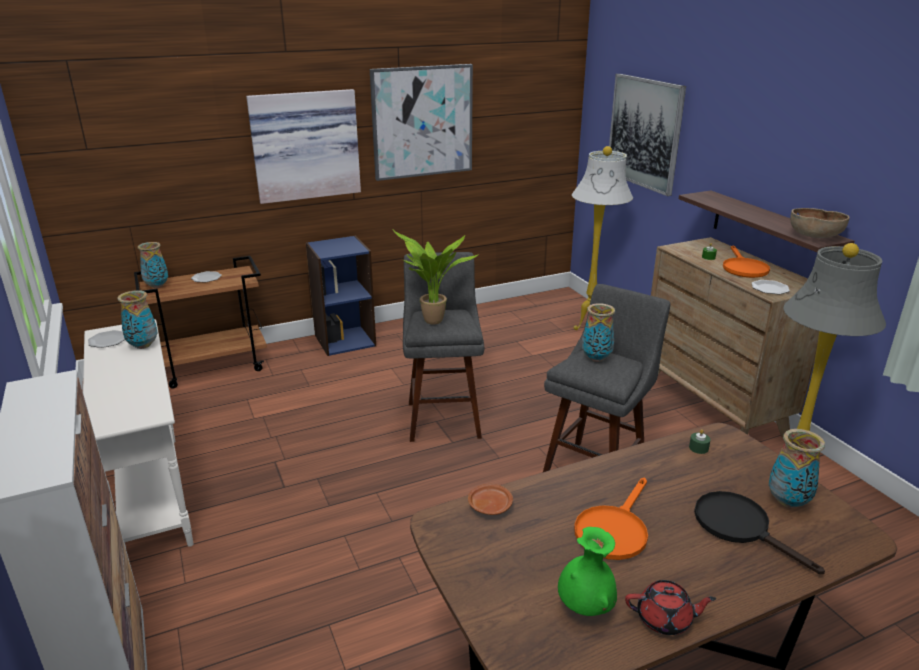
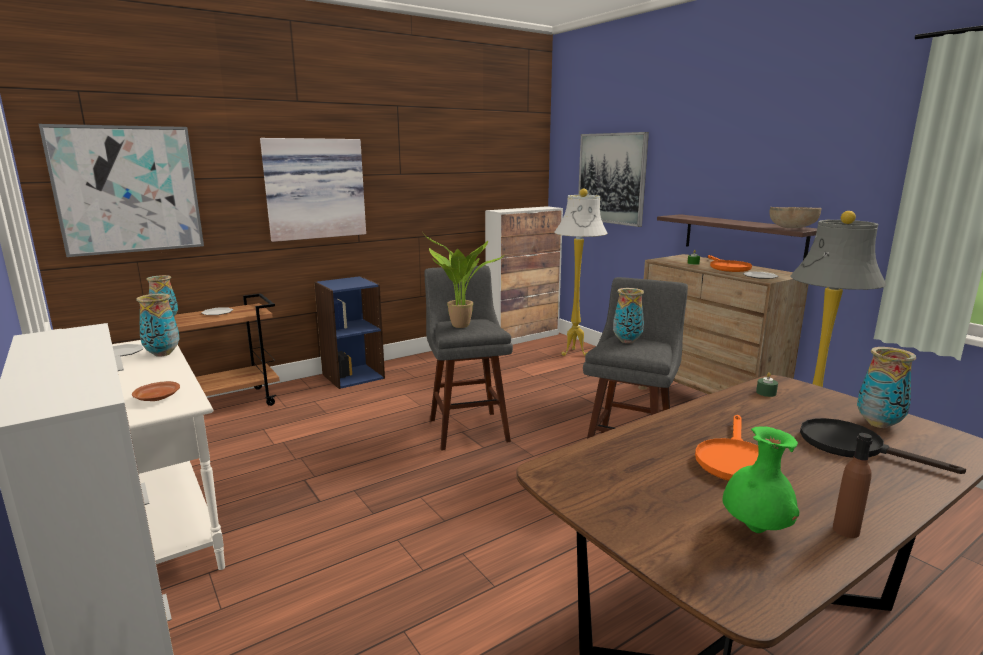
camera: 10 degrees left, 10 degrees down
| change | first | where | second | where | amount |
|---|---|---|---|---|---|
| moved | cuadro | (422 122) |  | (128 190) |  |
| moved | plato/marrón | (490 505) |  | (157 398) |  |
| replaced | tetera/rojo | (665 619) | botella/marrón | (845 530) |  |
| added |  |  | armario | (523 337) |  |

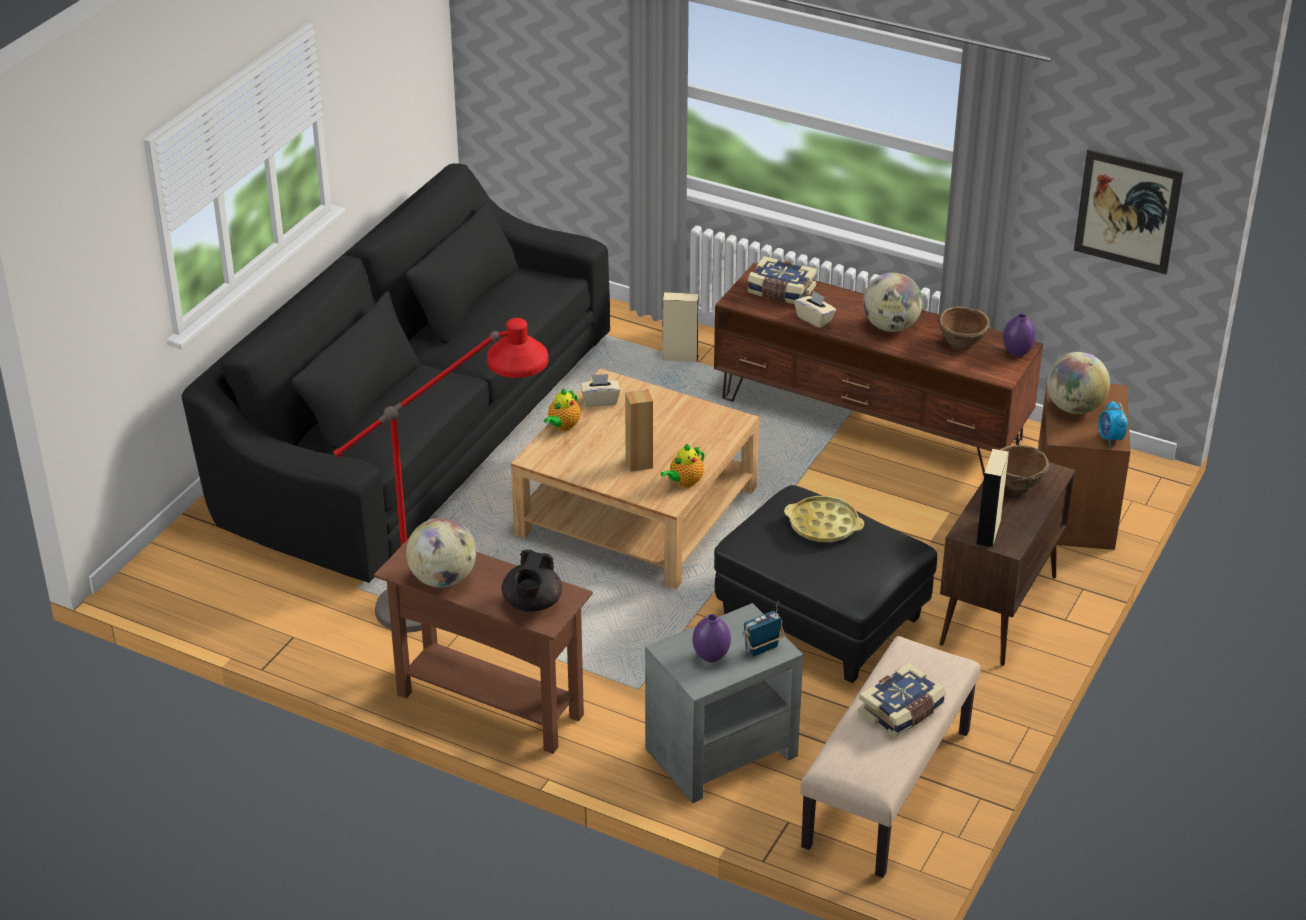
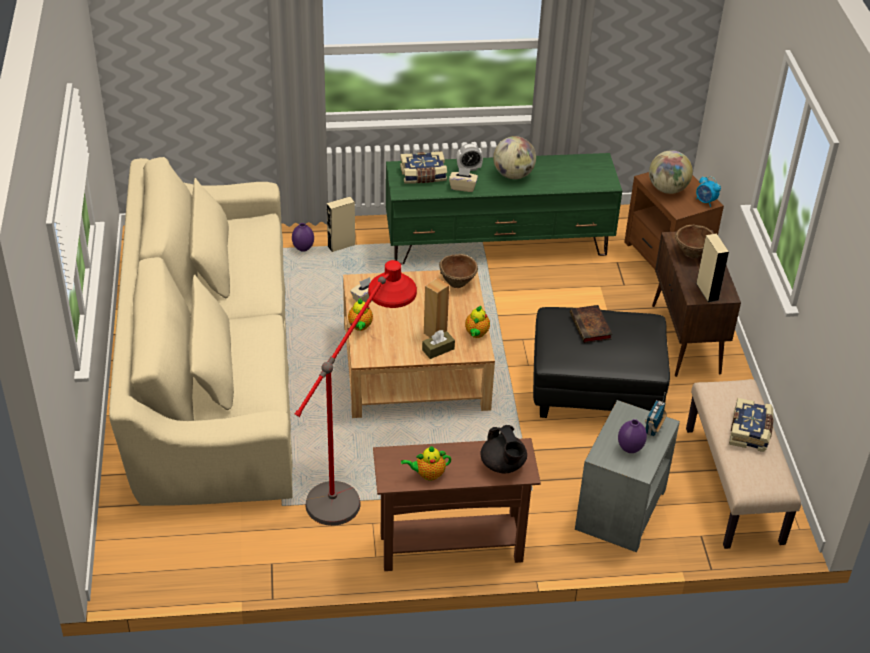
camera: 35 degrees left, 5 degrees up
| change | first | where | second | where | amount |
|---|---|---|---|---|---|
| recoloured | sofá/negro | (417 428) | sofá/beis | (211 368) |  |
| replaced | globo terráqueo | (443 579) | tetera | (428 474) |  |
| recoloured | mueble de televisión/marrón | (871 420) | mueble de televisión/verde | (499 243) |  |
| replaced | bandeja/amarillo | (823 525) | libro | (591 327) |  |
| moved | cuenco/marrón | (962 343) |  | (458 281) |  |
| moved | florero/morado | (1017 352) |  | (303 248) |  |
| removed | cuadro | (1127 211) |  |  |  |
| added |  |  | caja de pañuelos/marrón | (438 349) |  |
| added |  |  | despertador | (469 168) |  |

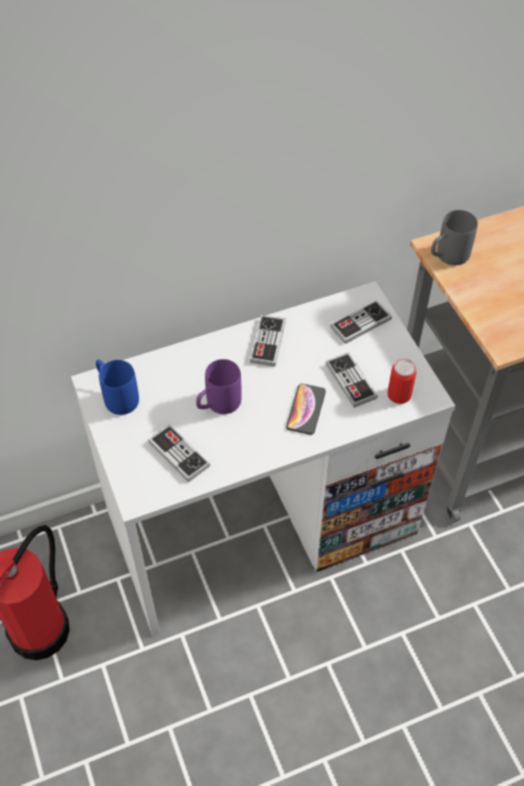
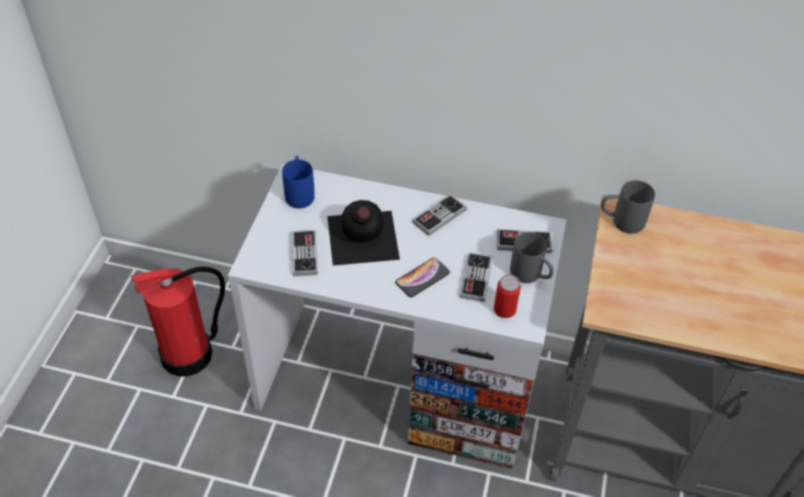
camera: 35 degrees right, 5 degrees down
| change | first | where | second | where | amount |
|---|---|---|---|---|---|
| replaced | taza grande/morado | (217 405) | botella/negro | (361 238) |  |
| added |  |  | taza grande/gris | (531 276) |  |

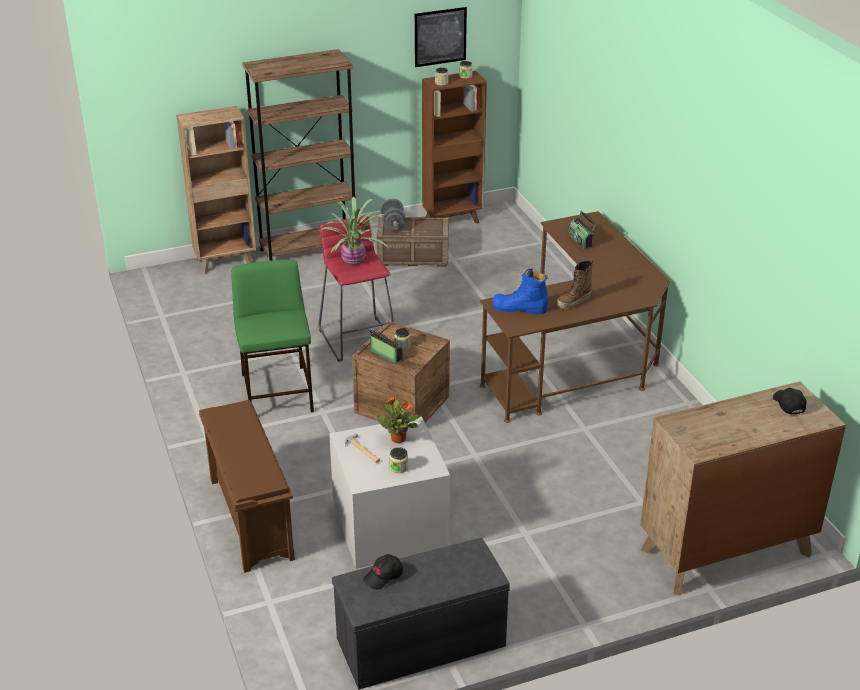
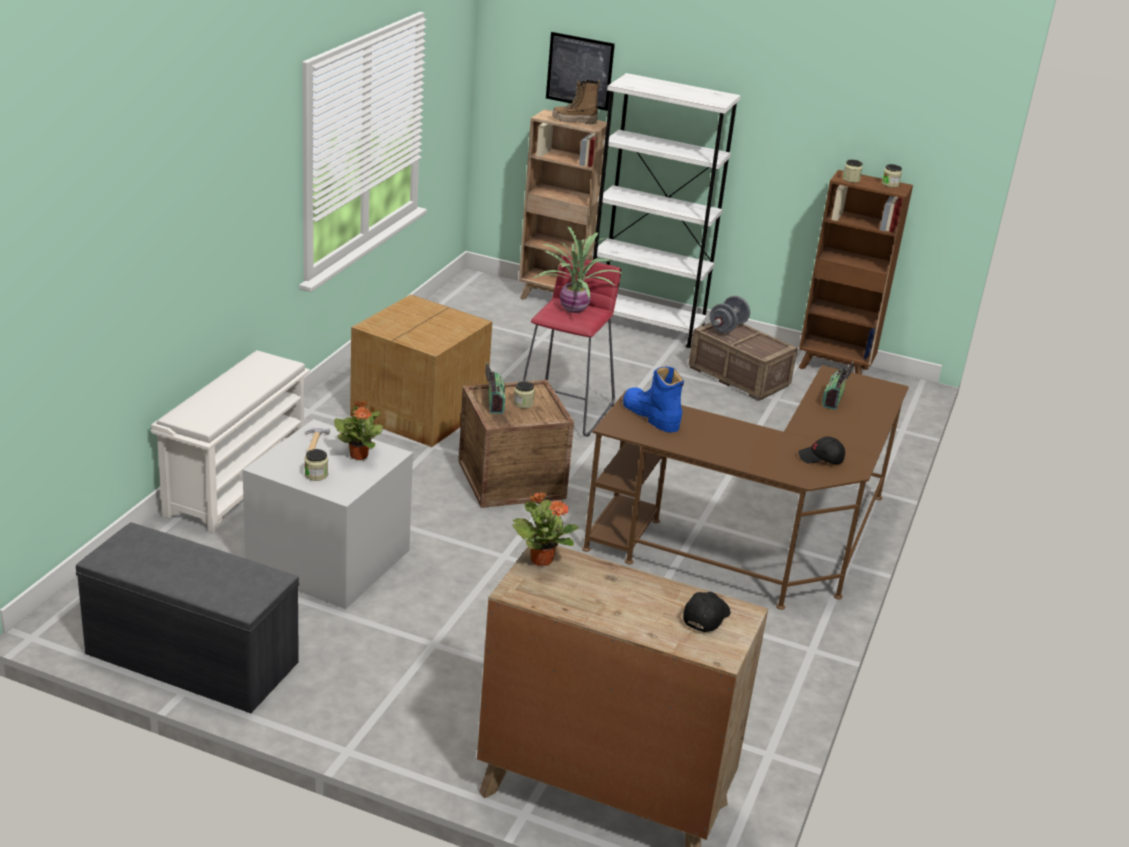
camera: 40 degrees right, 5 degrees down
| change | first | where | second | where | amount |
|---|---|---|---|---|---|
| recoloured | zapatero/marrón | (249 517) | zapatero/blanco | (236 482) |  |
| replaced | taburete/verde | (277 393) | caja de cartón | (421 412) |  |
| recoloured | estantería/marrón | (308 250) | estantería/blanco | (645 325) |  |
| moved | gorra/negro | (383 577) |  | (821 458) |  |
| moved | cuadro | (440 37) |  | (579 71) |  |
| moved | bota | (574 302) |  | (574 121) |  |
| added |  |  | planta en maceta | (541 559) |  |

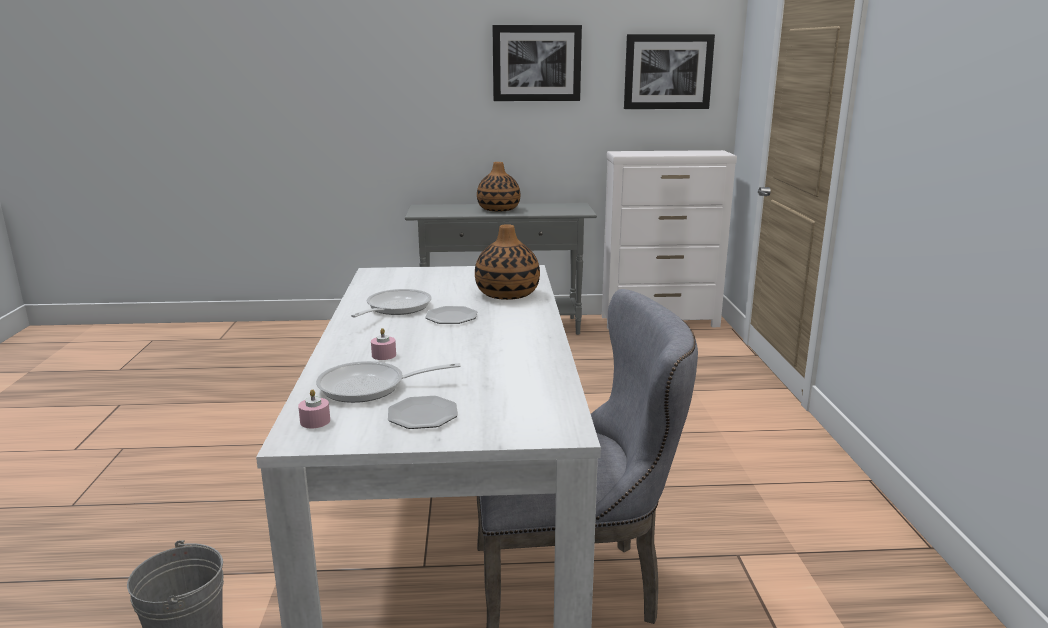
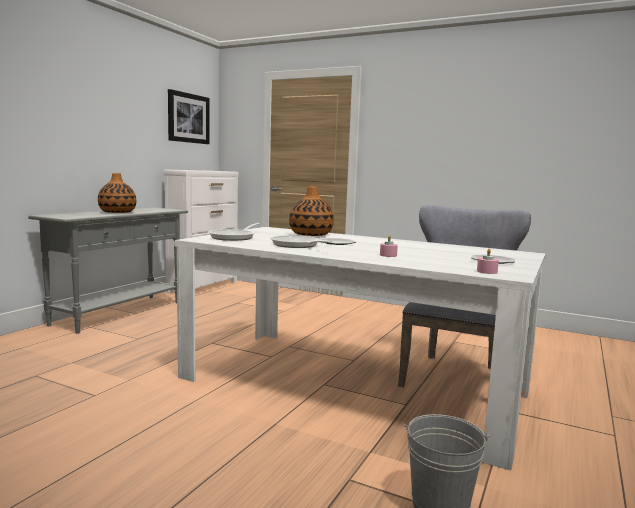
camera: 60 degrees left, 10 degrees down
| change | first | where | second | where | amount |
|---|---|---|---|---|---|
| moved | sartén | (370 387) |  | (235 237) |  |
| removed | cuadro | (536 63) |  |  |  |

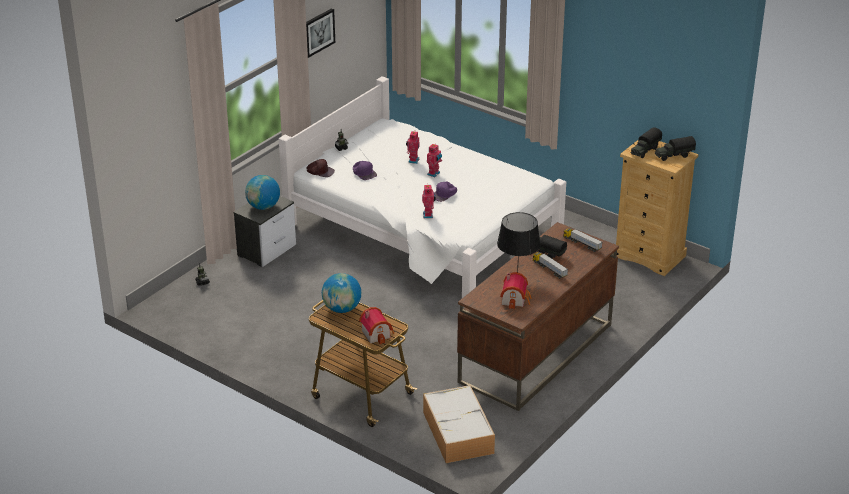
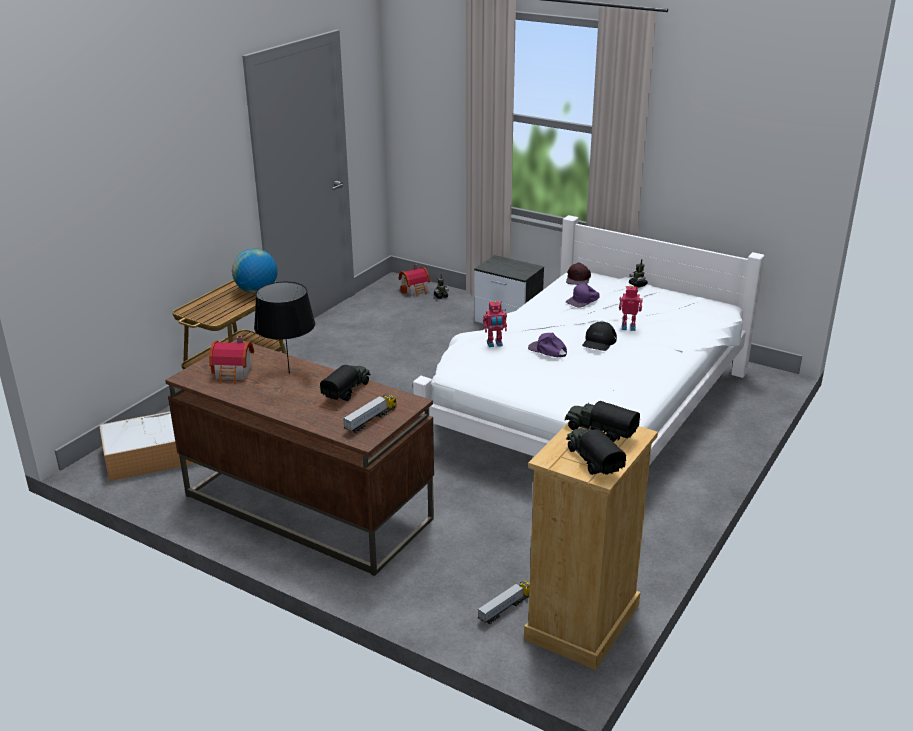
camera: 85 degrees right, 5 degrees down
| change | first | where | second | where | amount |
|---|---|---|---|---|---|
| removed | globo terráqueo | (263 207) |  |  |  |
| removed | cuadro | (318 32) |  |  |  |
| moved | casita | (377 333) |  | (416 290) |  |
| replaced | robot de juguete | (434 174) | gorra/negro | (599 341) |  |
| moved | camión de juguete | (549 269) |  | (506 608) |  |

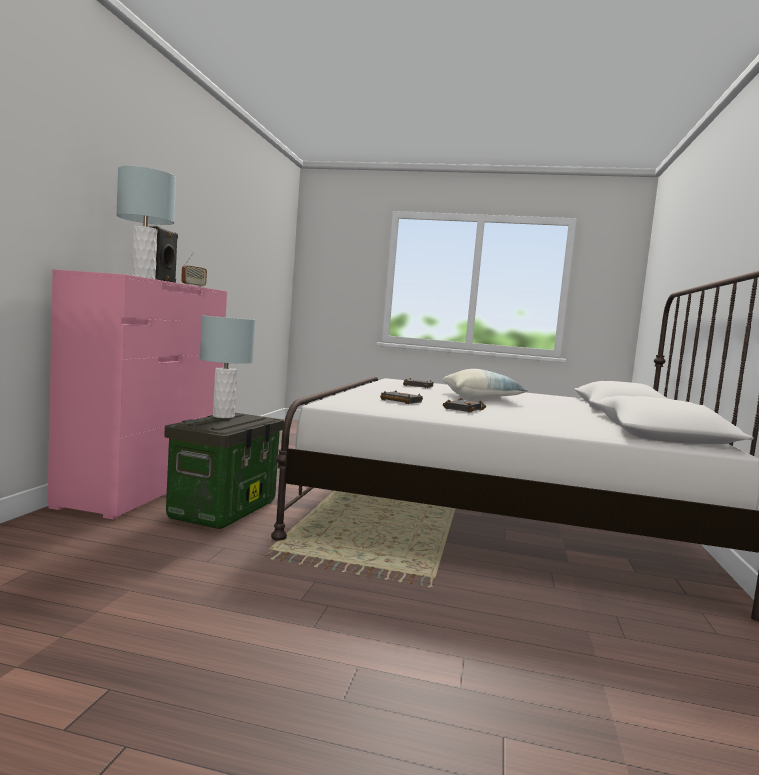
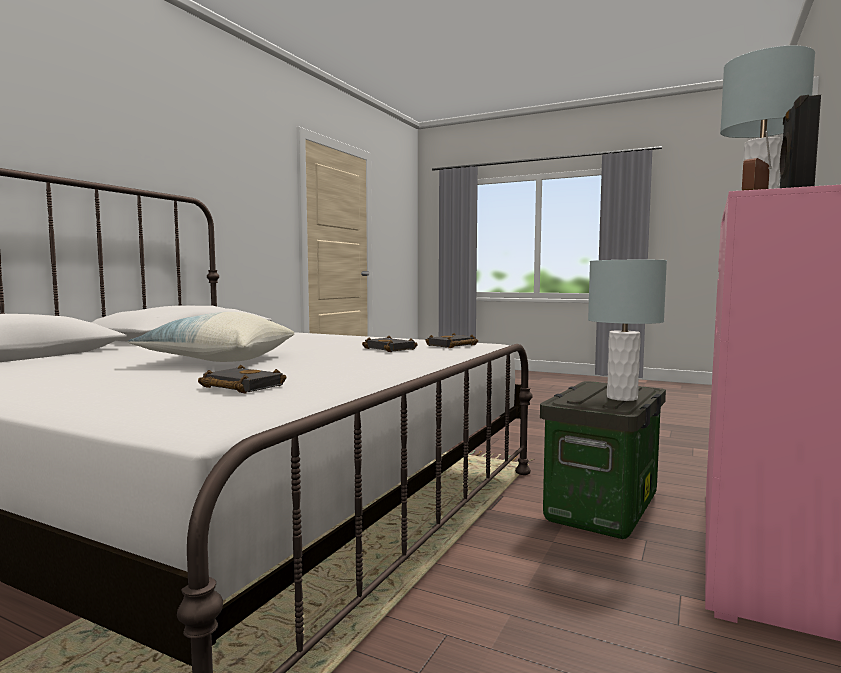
camera: 165 degrees left, 0 degrees up
| change | first | where | second | where | amount |
|---|---|---|---|---|---|
| moved | libro/negro | (463 409) |  | (452 345) |  |

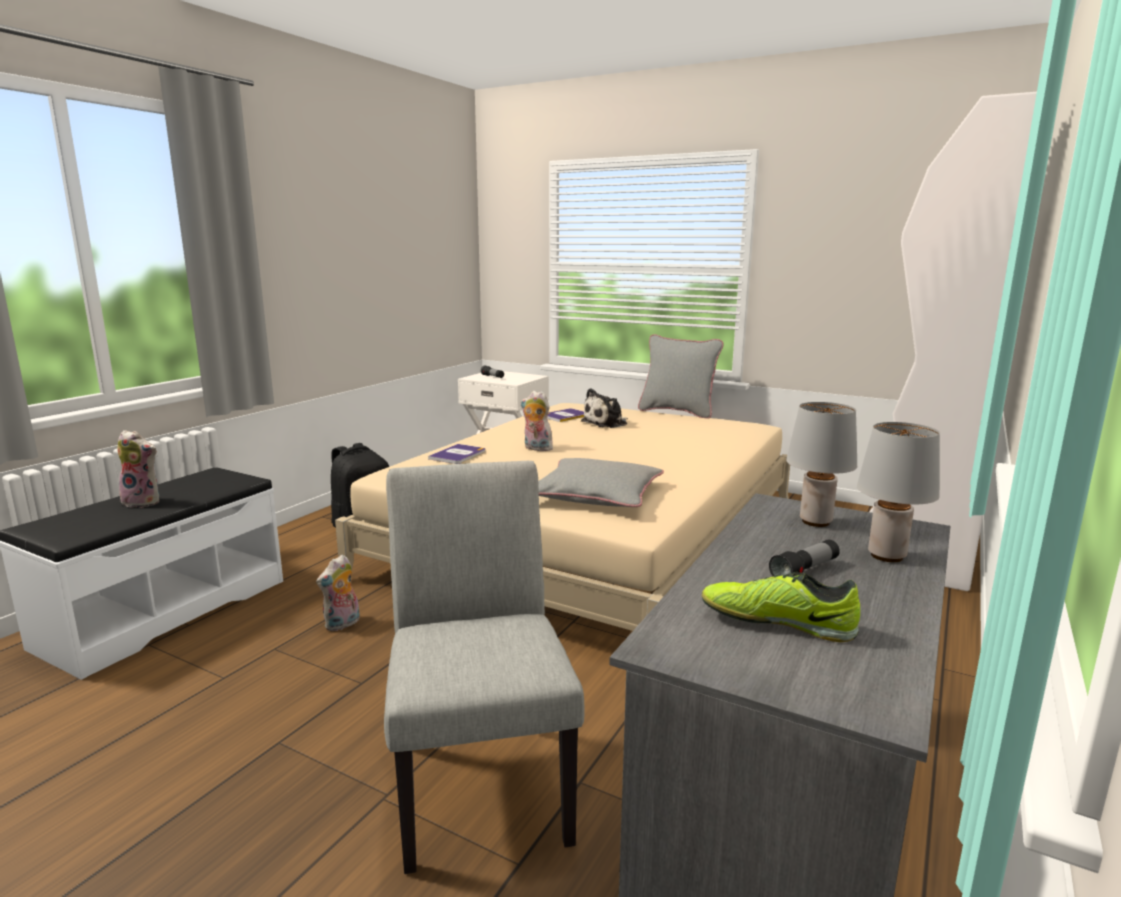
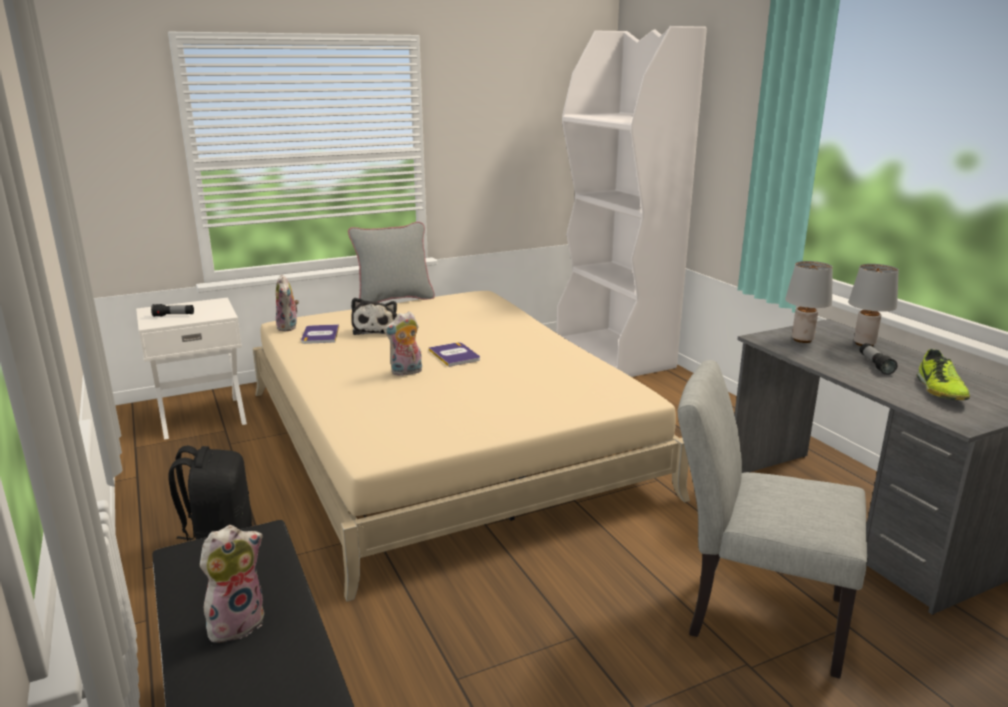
camera: 55 degrees left, 5 degrees up
| change | first | where | second | where | amount |
|---|---|---|---|---|---|
| moved | peluche | (342 624) |  | (289 327) |  |
| moved | libro | (458 455) |  | (454 355) |  |
| removed | cojín/gris | (596 494) |  |  |  |
| turned | zapato | (777 622) |  | (939 391) | 45 degrees counterclockwise |

